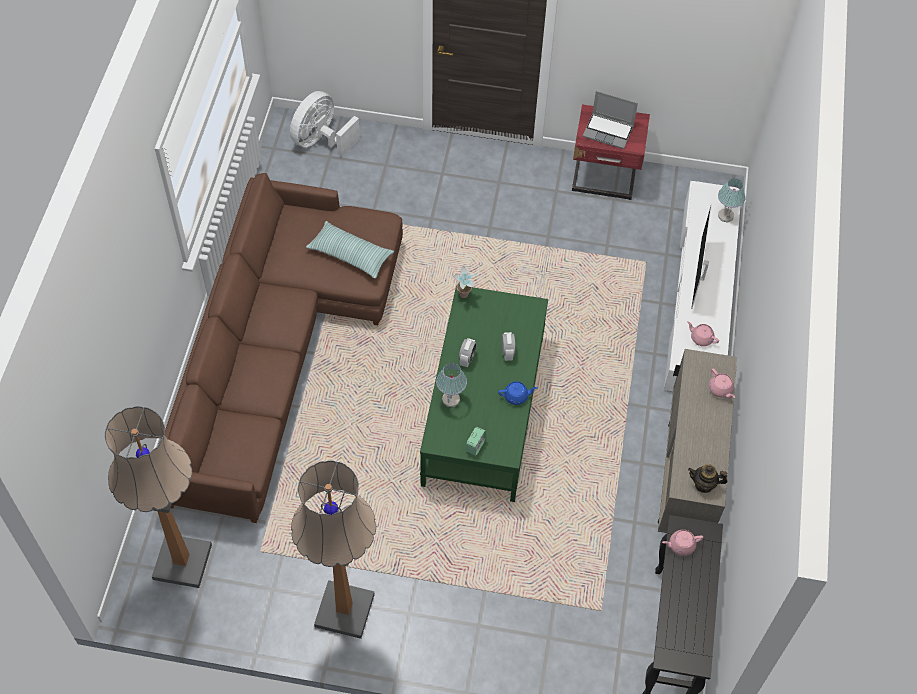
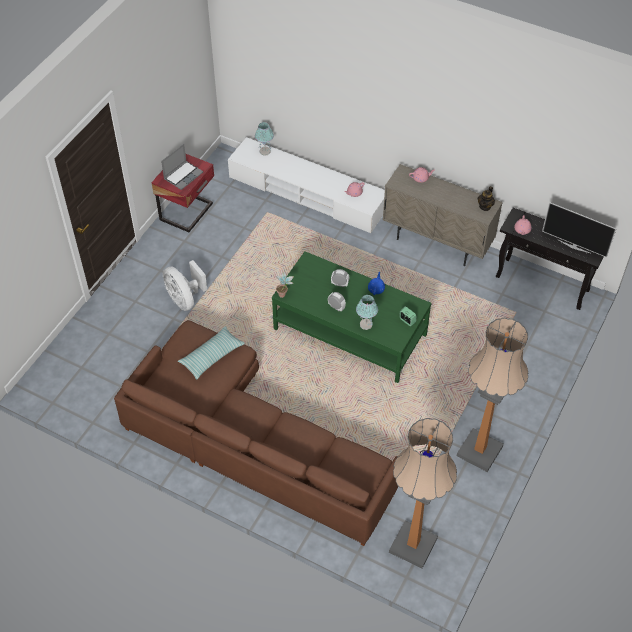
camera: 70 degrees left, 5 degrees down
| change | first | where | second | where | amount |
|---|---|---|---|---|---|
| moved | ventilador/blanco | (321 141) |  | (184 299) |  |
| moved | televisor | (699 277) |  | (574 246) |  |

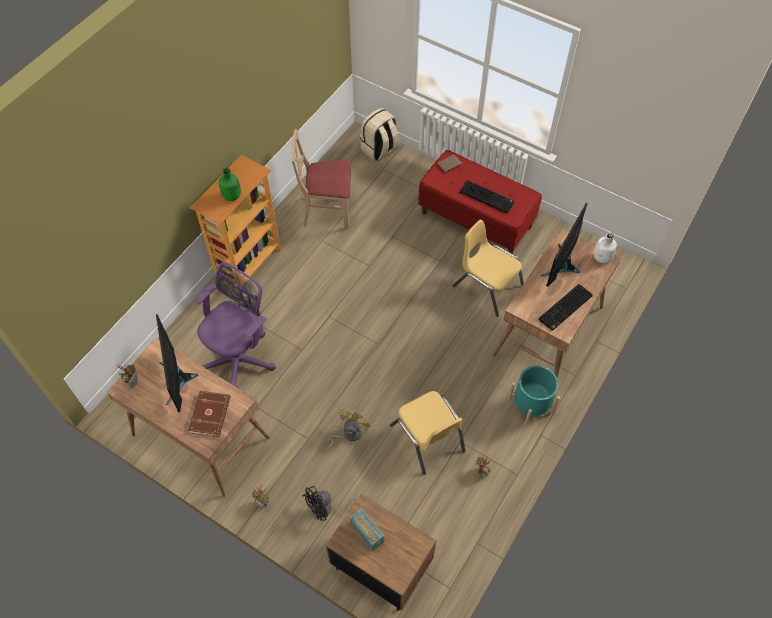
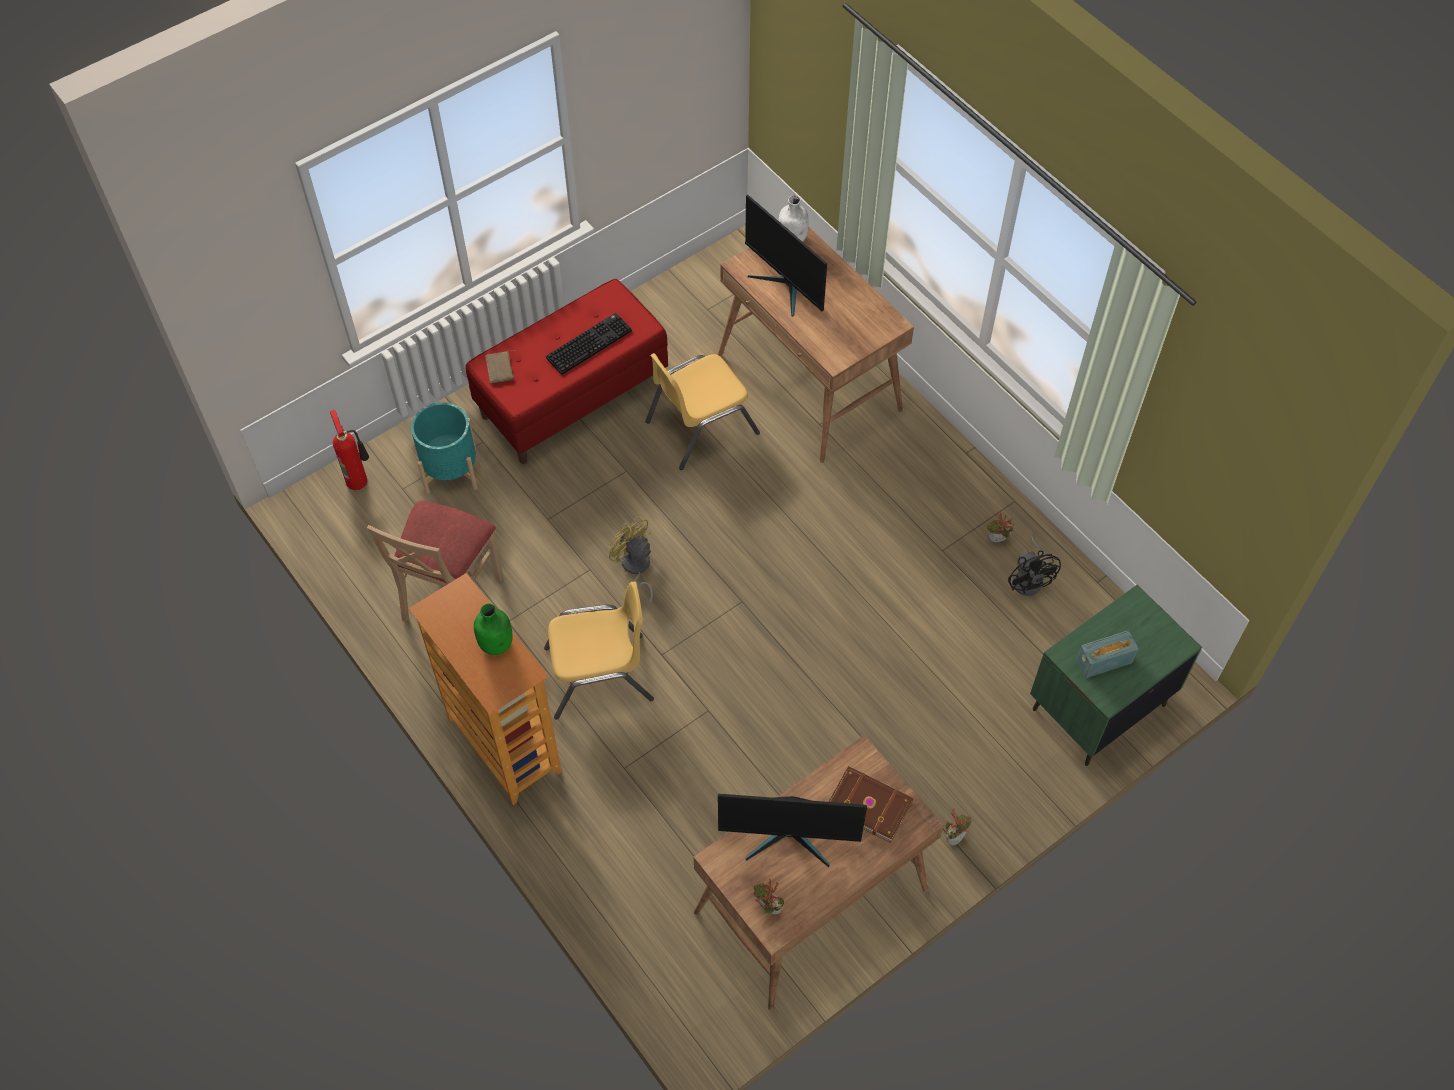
camera: 70 degrees left, 0 degrees up
| change | first | where | second | where | amount |
|---|---|---|---|---|---|
| removed | silla de oficina/morado | (240 358) |  |  |  |
| moved | ventilador/negro | (326 509) |  | (1030 579) |  |
| moved | ventilador/amarillo | (348 434) |  | (635 569) |  |
| recoloured | mesita de noche/marrón | (381 566) | mesita de noche/verde | (1097 707) |  |
| replaced | mochila/beis | (380 149) | extintor | (358 479) |  |
| moved | silla/amarillo | (427 438) |  | (599 675) |  |
| moved | maceta/turquesa | (530 405) |  | (451 470) |  |
| removed | teclado | (565 308) |  |  |  |

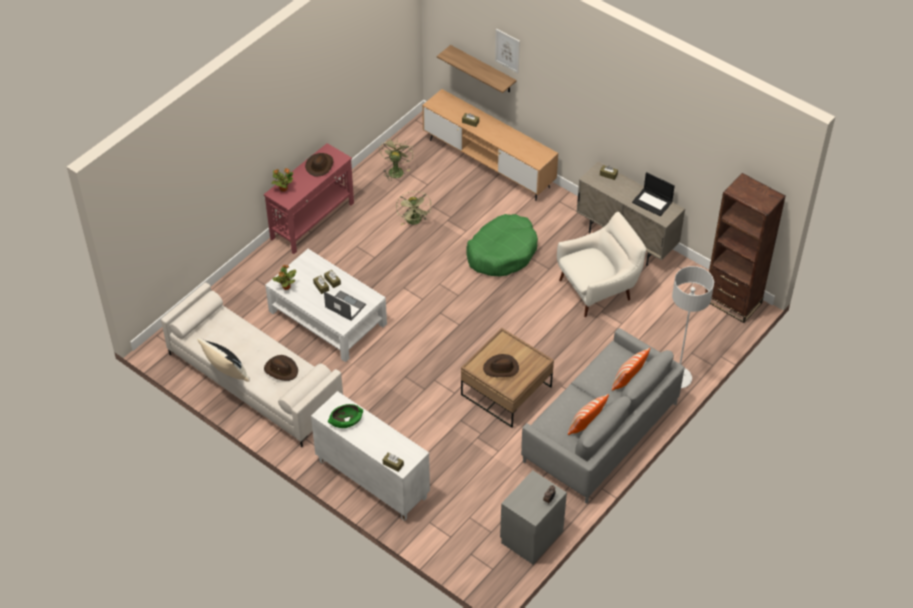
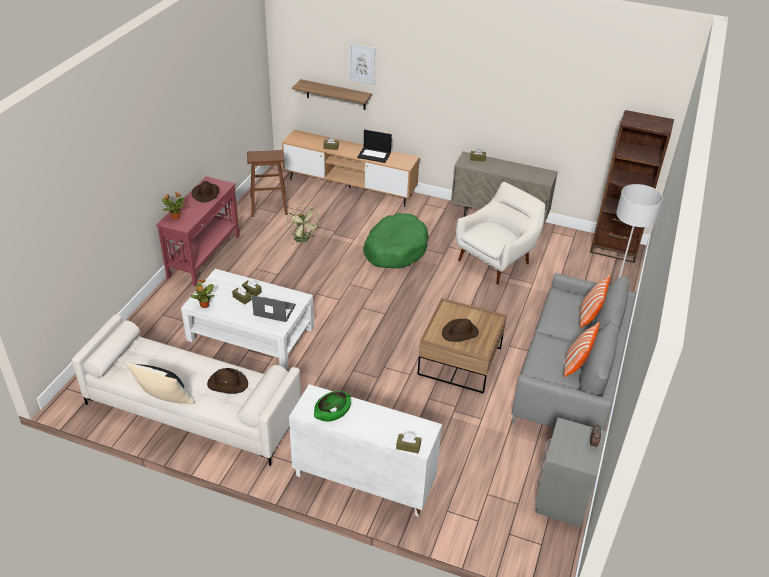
camera: 20 degrees left, 10 degrees down
| change | first | where | second | where | amount |
|---|---|---|---|---|---|
| replaced | ventilador/verde | (396 170) | taburete/marrón | (268 205) |  |
| moved | portátil | (652 202) |  | (374 155) |  |

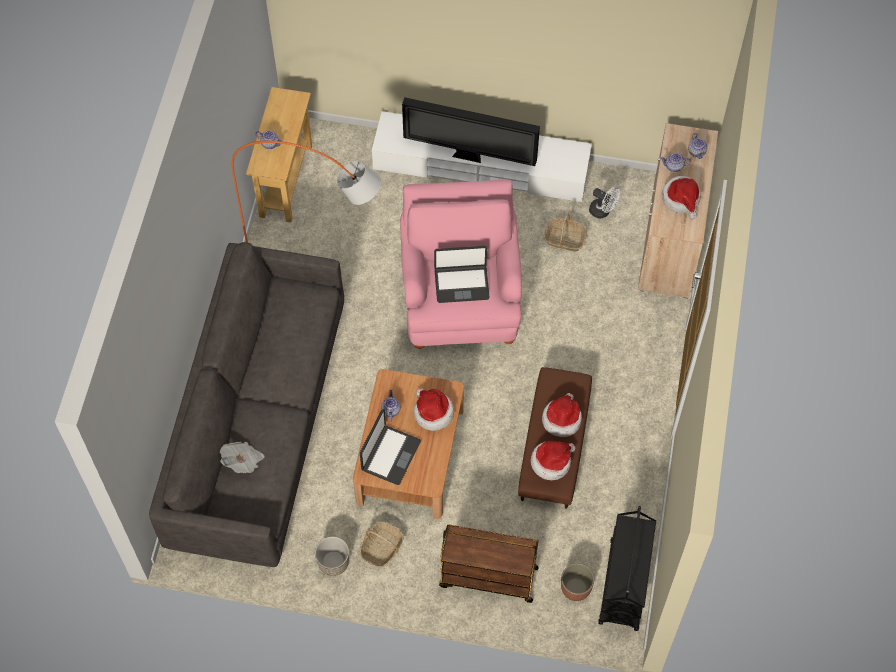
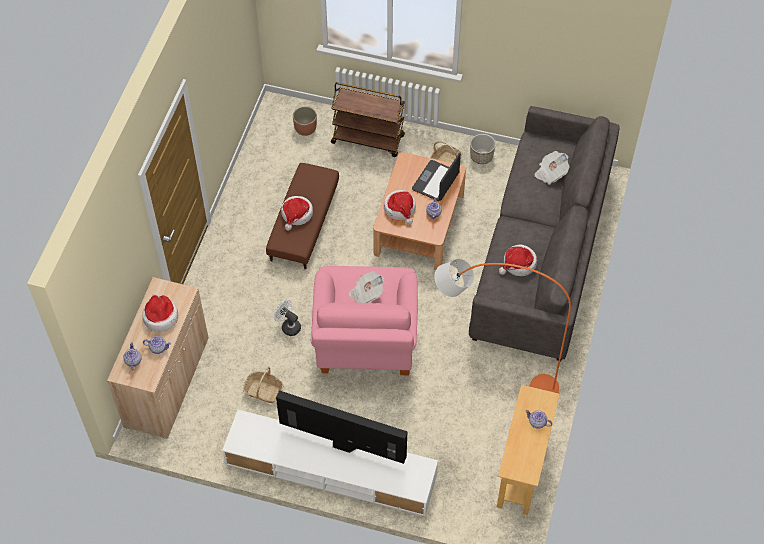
camera: 175 degrees left, 5 degrees down
| change | first | where | second | where | amount |
|---|---|---|---|---|---|
| replaced | portátil | (461 283) | periódico | (366 293) |  |
| moved | sombrero | (551 462) |  | (518 264) |  |
| moved | ventilador/blanco | (603 211) |  | (288 326) |  |
| removed | carrito/negro | (624 586) |  |  |  |

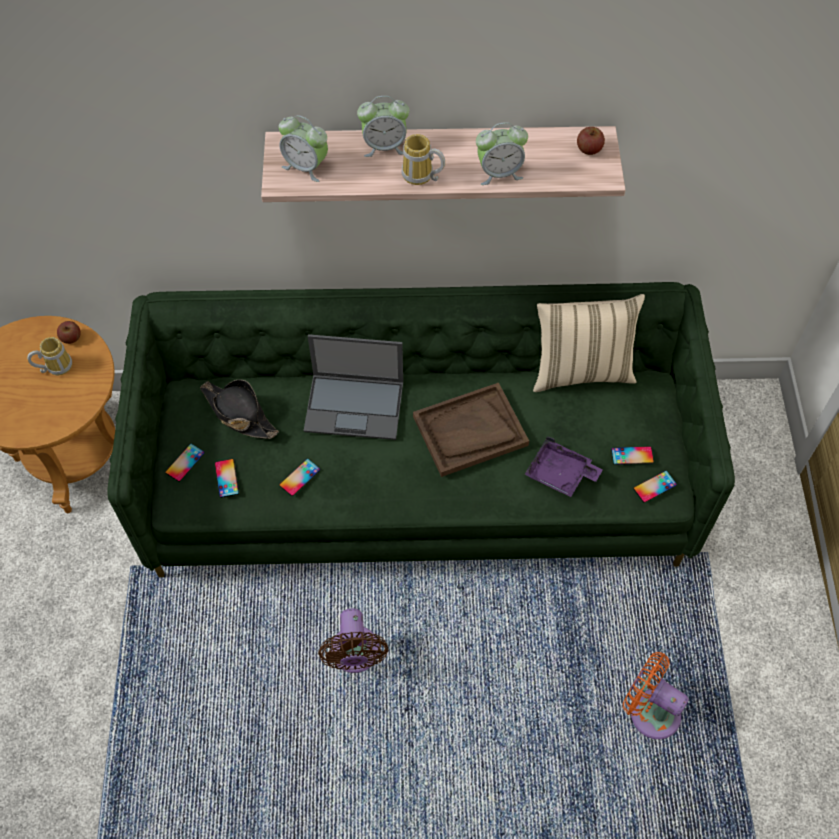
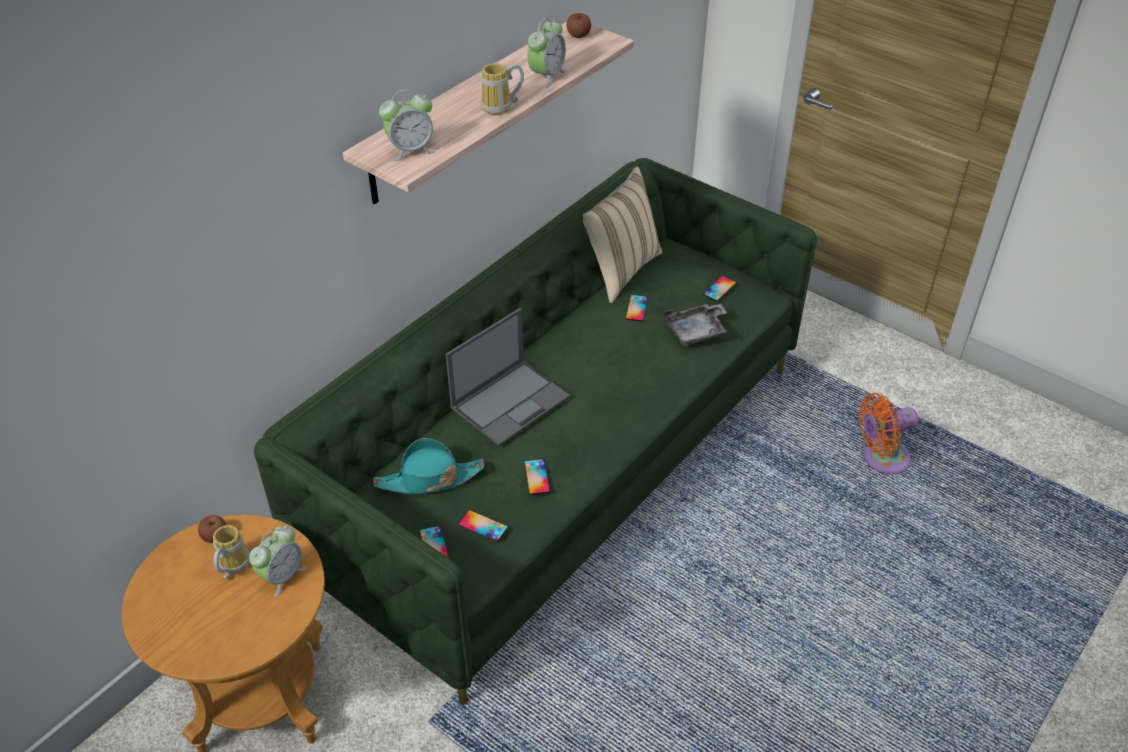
camera: 50 degrees left, 15 degrees down
| change | first | where | second | where | amount |
|---|---|---|---|---|---|
| recoloured | sombrero/negro | (239 413) | sombrero/turquesa | (429 479) |  |
| removed | ventilador/marrón | (355 655) |  |  |  |
| moved | despertador | (384 146) |  | (282 576) |  |
| removed | bandeja/marrón | (470 431) |  |  |  |
| recoloured | bandeja/morado | (560 474) | bandeja/gris | (696 331) |  |
| moved | móvil | (654 486) |  | (636 308) |  |

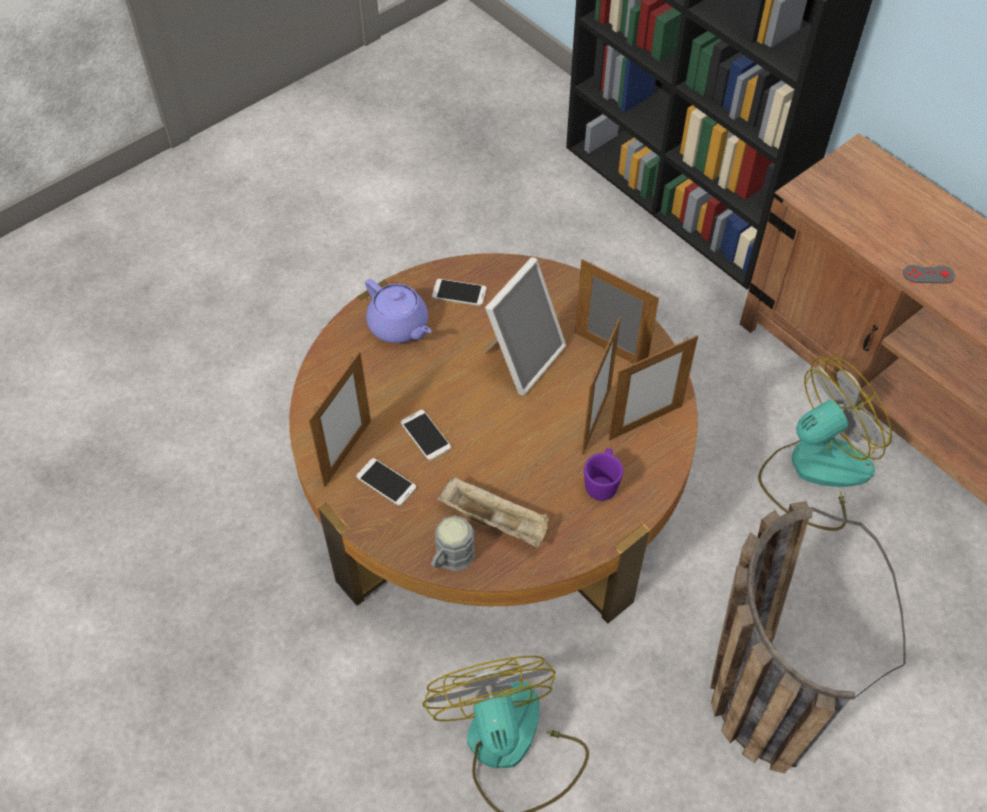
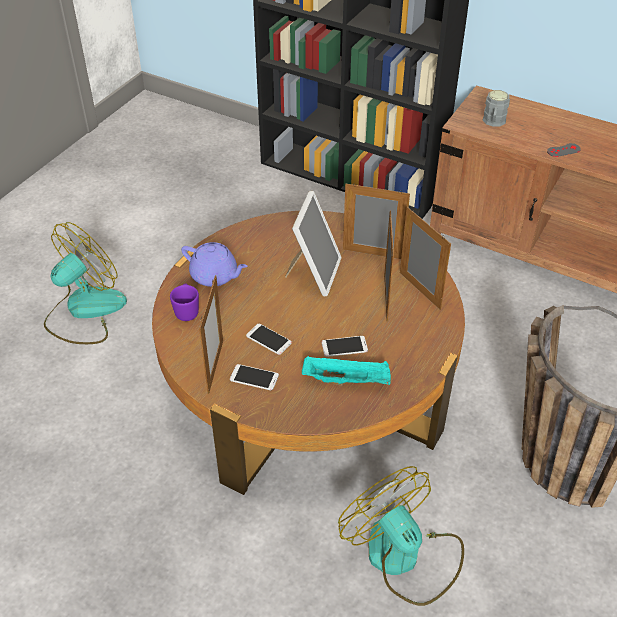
camera: 20 degrees left, 10 degrees down
| change | first | where | second | where | amount |
|---|---|---|---|---|---|
| moved | taza grande/gris | (450 559) |  | (493 122) |  |
| moved | móvil | (459 293) |  | (344 346) |  |
| recoloured | bandeja/beis | (495 521) | bandeja/turquesa | (347 380) |  |
| moved | taza grande/morado | (602 483) |  | (187 311) |  |
| turned | portarretratos | (645 422) |  | (419 290) | 75 degrees counterclockwise |
| moved | ventilador | (814 471) |  | (84 311) |  |

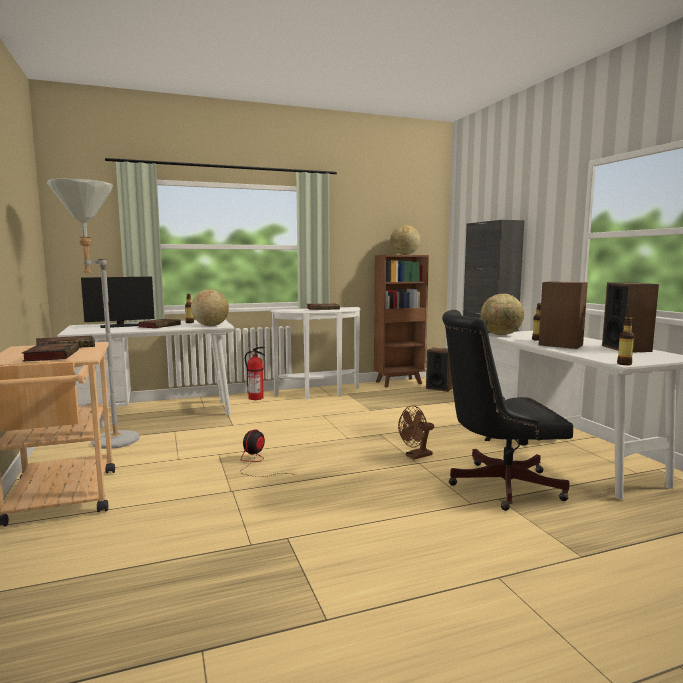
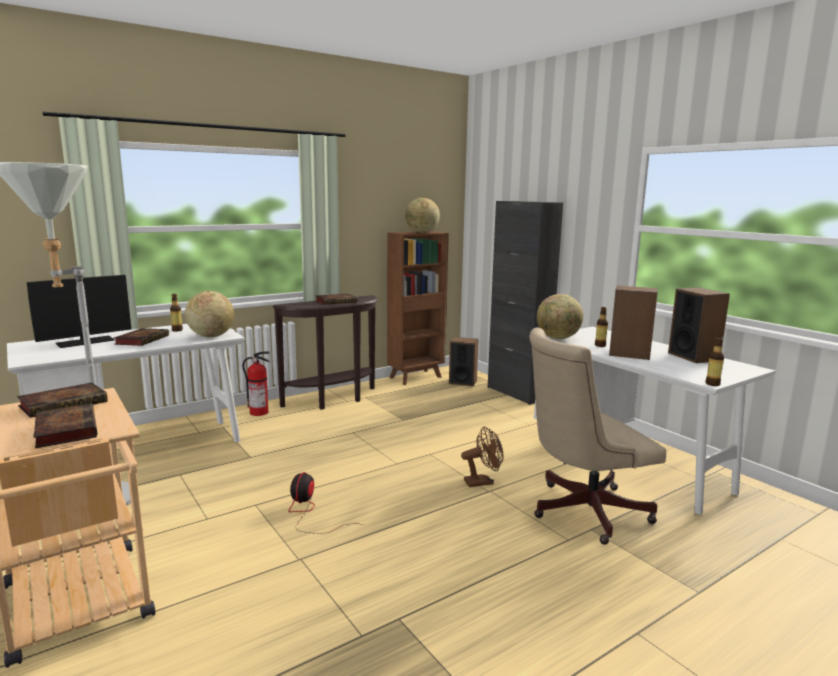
camera: 15 degrees left, 5 degrees up
| change | first | where | second | where | amount |
|---|---|---|---|---|---|
| recoloured | mesa consola/blanco | (320 394) | mesa consola/marrón | (334 400) |  |
| turned | ventilador/marrón | (415 456) |  | (483 482) | 150 degrees counterclockwise |
| recoloured | silla de oficina/negro | (497 485) | silla de oficina/beis | (582 511) |  |

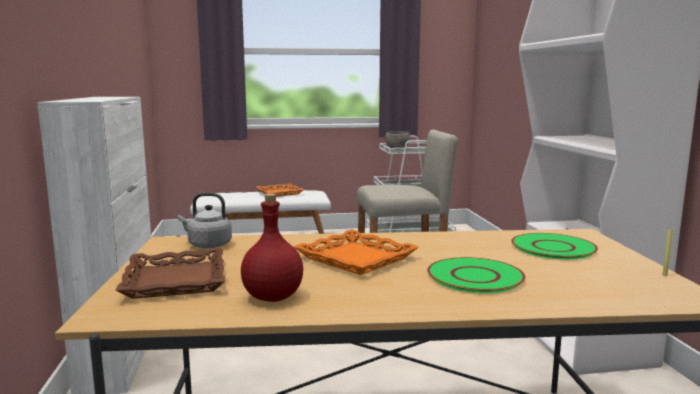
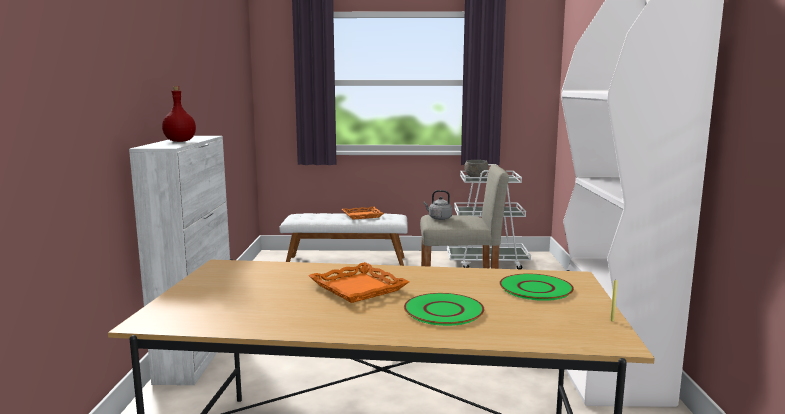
camera: 10 degrees right, 0 degrees up
| change | first | where | second | where | amount |
|---|---|---|---|---|---|
| removed | bandeja/marrón | (176 280) |  |  |  |
| moved | hervidor/gris | (207 245) |  | (438 218) |  |
| moved | botella/rojo | (273 297) |  | (180 141) |  |

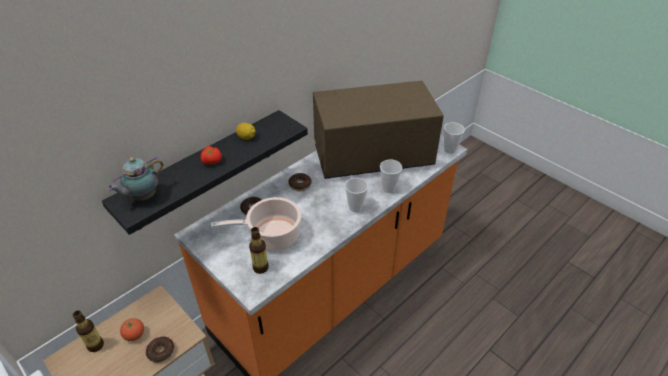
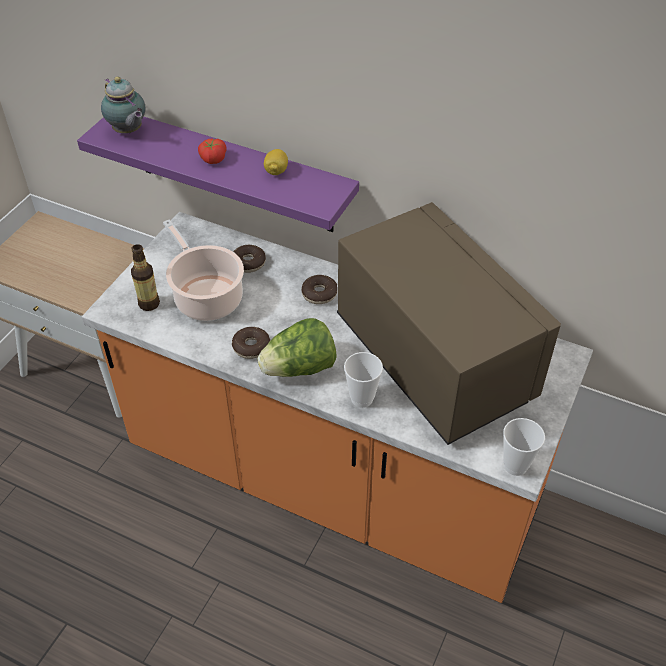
camera: 70 degrees right, 5 degrees up
| change | first | where | second | where | amount |
|---|---|---|---|---|---|
| removed | botella | (96 345) |  |  |  |
| recoloured | estante/negro | (203 170) | estante/morado | (234 171) |  |
| turned | tetera | (142 197) |  | (128 132) | 150 degrees counterclockwise |
| removed | tomate | (134 335) |  |  |  |
| moved | rosquilla | (161 352) |  | (251 347) |  |
| replaced | taza | (355 207) | lechuga | (299 368) |  |

